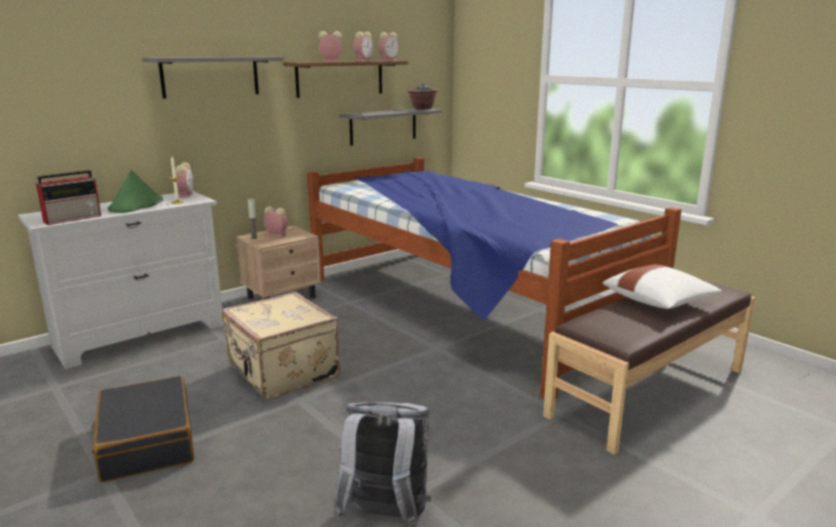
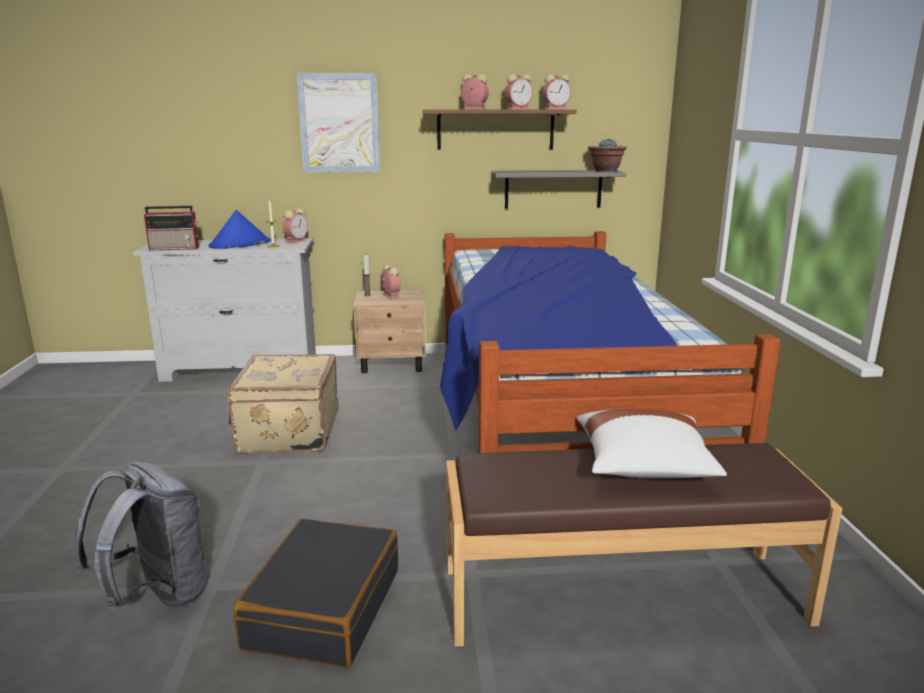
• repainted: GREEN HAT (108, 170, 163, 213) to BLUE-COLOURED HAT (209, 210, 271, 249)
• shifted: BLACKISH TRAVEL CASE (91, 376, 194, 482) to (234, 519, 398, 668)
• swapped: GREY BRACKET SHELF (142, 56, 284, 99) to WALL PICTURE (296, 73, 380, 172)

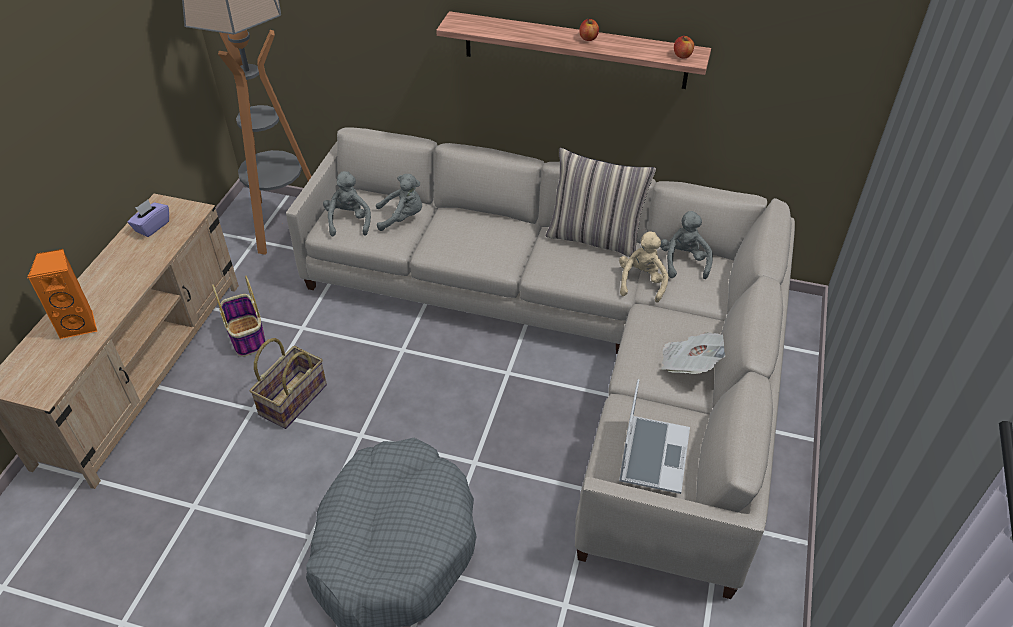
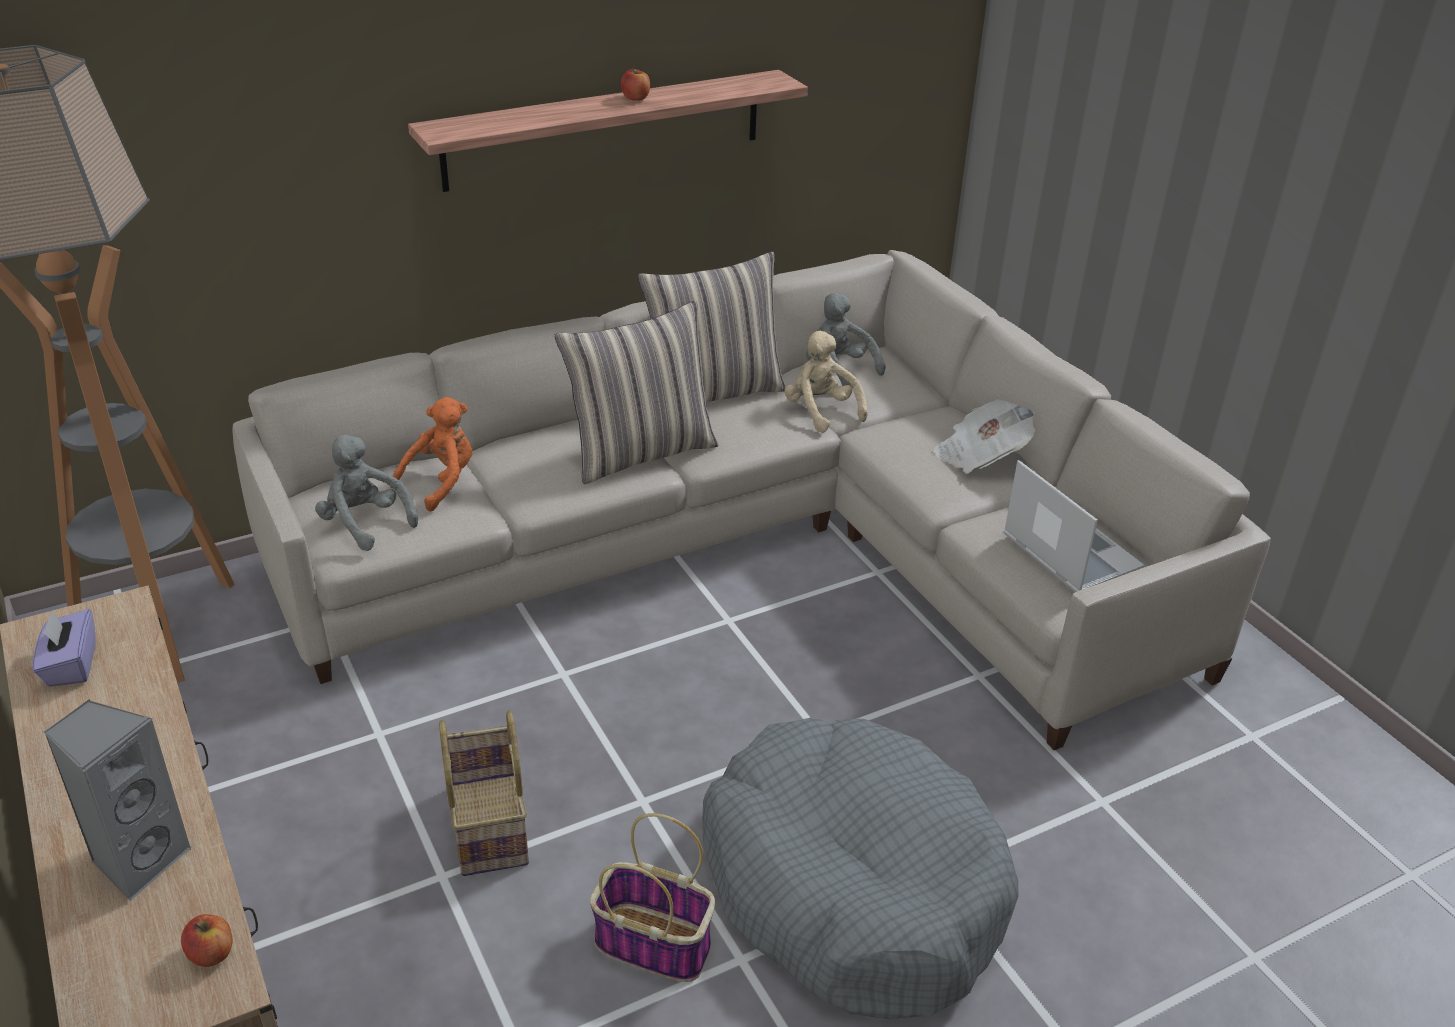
• repainted: ORANGEY LOUDSPEAKER (28, 249, 97, 339) to GREY LOUDSPEAKER (43, 699, 192, 901)
• shifted: APPLE FRUIT (674, 36, 694, 58) to (181, 914, 232, 967)
• repainted: GREY PLUSH TOY (376, 174, 422, 231) to ORANGEY PLUSH TOY (390, 397, 473, 511)
• new: THROW PILLOW (555, 301, 718, 484)
• shifted: HOUSEHOLD BASKET (212, 276, 266, 357) to (590, 813, 715, 982)

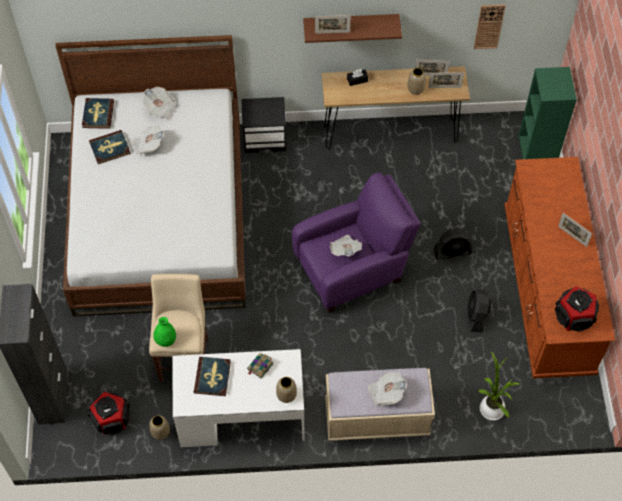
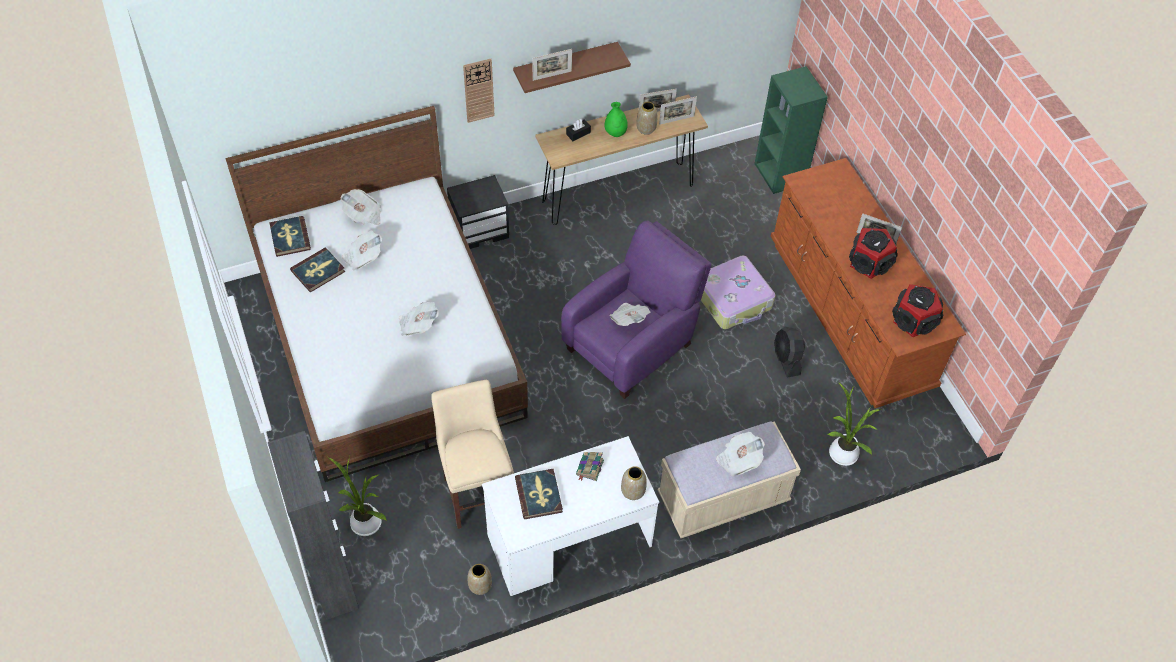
• new: HOUSEPLANT (328, 456, 387, 536)
• new: NEWSPAPER (399, 302, 439, 336)
• shifted: CLOCK ON THE WALL (474, 4, 506, 49) to (463, 59, 495, 123)
• shifted: GREEN FLOWER VASE (153, 317, 176, 347) to (604, 102, 628, 137)
• swapped: BLACKISH FAN (433, 228, 472, 260) to TRAVEL CASE (701, 256, 775, 329)
• shifted: LOUDSPEAKER (88, 392, 130, 435) to (849, 228, 898, 279)

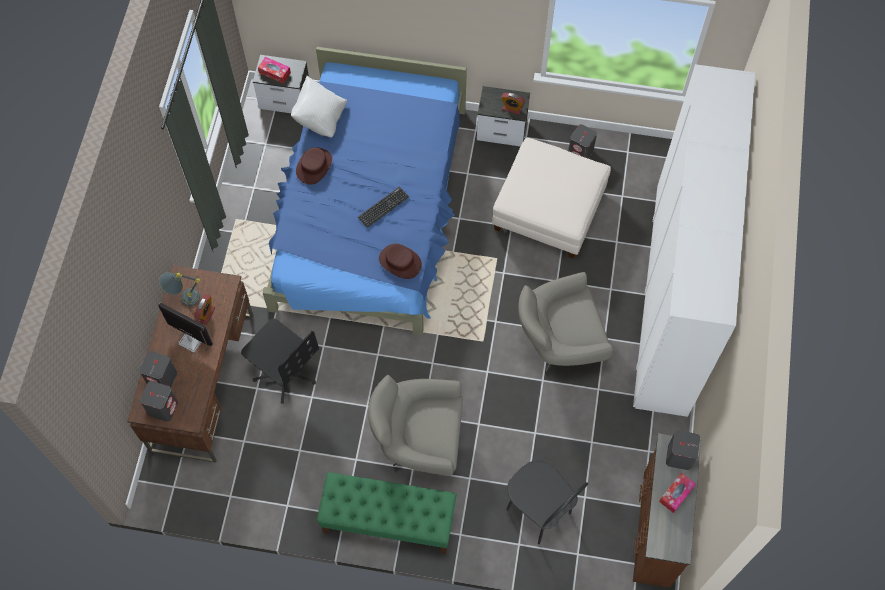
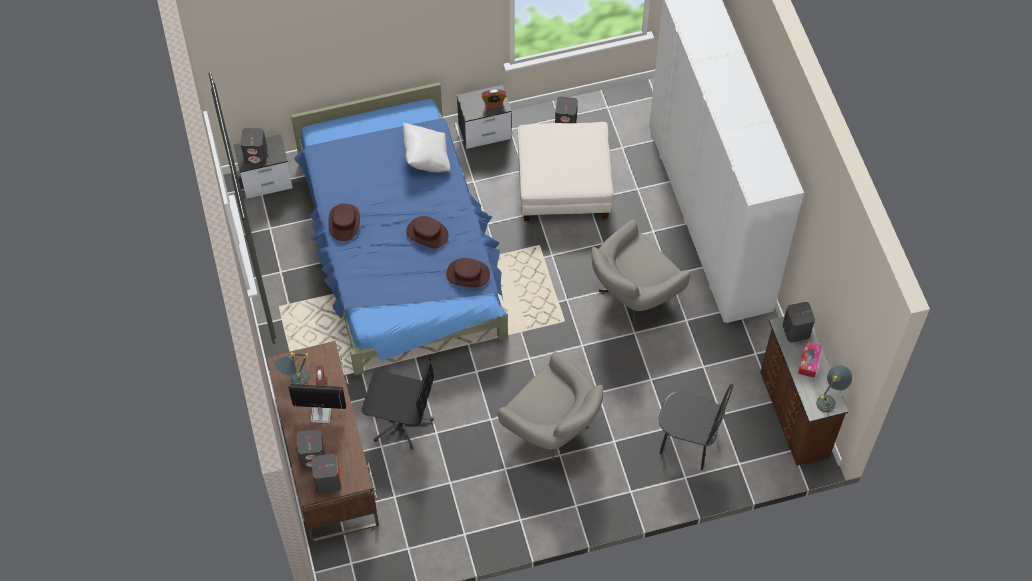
• swapped: BOX OF TISSUES (258, 57, 291, 84) to GREY LOUDSPEAKER (240, 128, 268, 165)
• shifted: WHITE THROW PILLOW (291, 76, 347, 137) to (403, 123, 450, 172)
• swapped: PC KEYBOARD (358, 187, 409, 228) to BROWN HAT (406, 216, 449, 248)
• rotated: GREY ARMCHAIR (368, 375, 463, 476) = (498, 352, 603, 462) 120 degrees counterclockwise
• new: GREY TABLE LAMP (816, 365, 852, 412)
• gone: GREEN BENCH (317, 472, 456, 554)

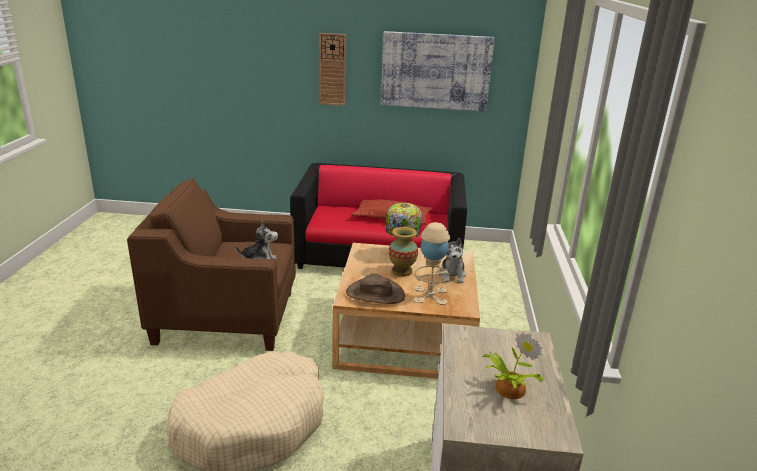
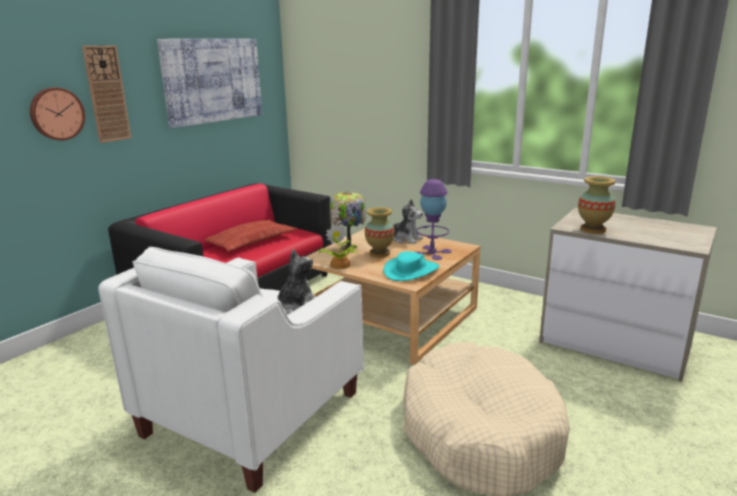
• new: CLOCK ON THE WALL (30, 87, 85, 140)
• repainted: BROWN ARMCHAIR (127, 179, 296, 351) to WHITE ARMCHAIR (98, 247, 364, 493)
• shifted: HOUSEPLANT (482, 332, 544, 399) to (318, 224, 358, 269)
• repainted: BROWN HAT (346, 273, 405, 304) to TURQUOISE-COLOURED HAT (384, 251, 439, 281)
• repainted: BEIGE TABLE LAMP (414, 222, 450, 305) to PURPLE-COLOURED TABLE LAMP (416, 179, 452, 260)
• new: FLOWER VASE (578, 176, 615, 234)

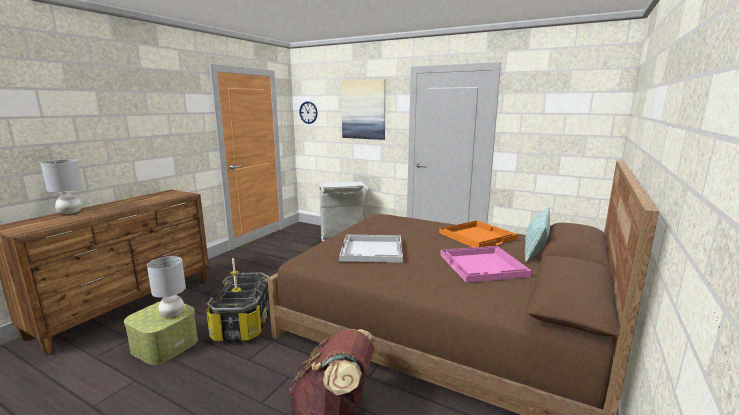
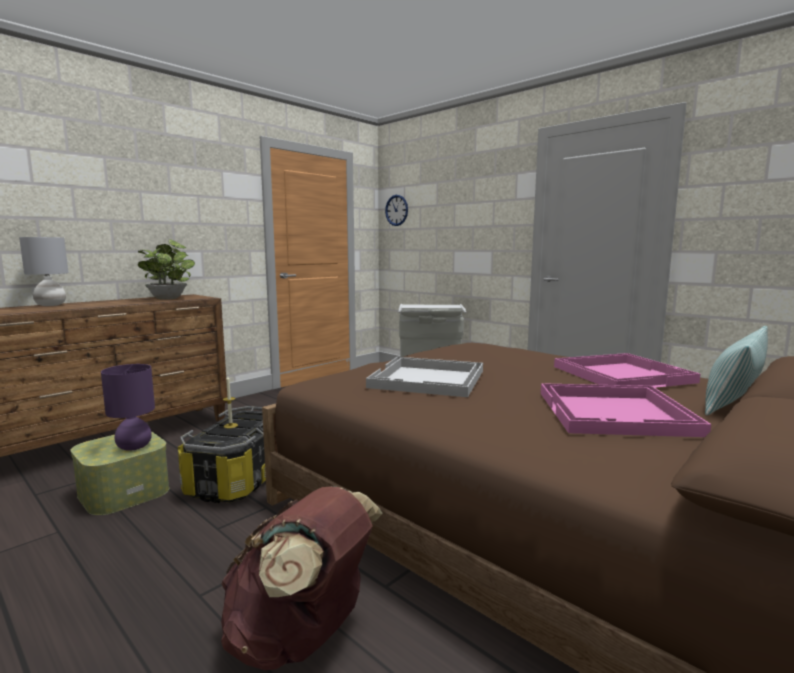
• repainted: GREY TABLE LAMP (147, 256, 186, 318) to PURPLE-COLOURED TABLE LAMP (101, 364, 155, 451)
• new: HOUSEPLANT (138, 240, 195, 300)
• repainted: ORANGEY TRAY (439, 220, 518, 247) to PINK TRAY (554, 353, 700, 388)
• gone: WALL PICTURE (341, 79, 386, 140)

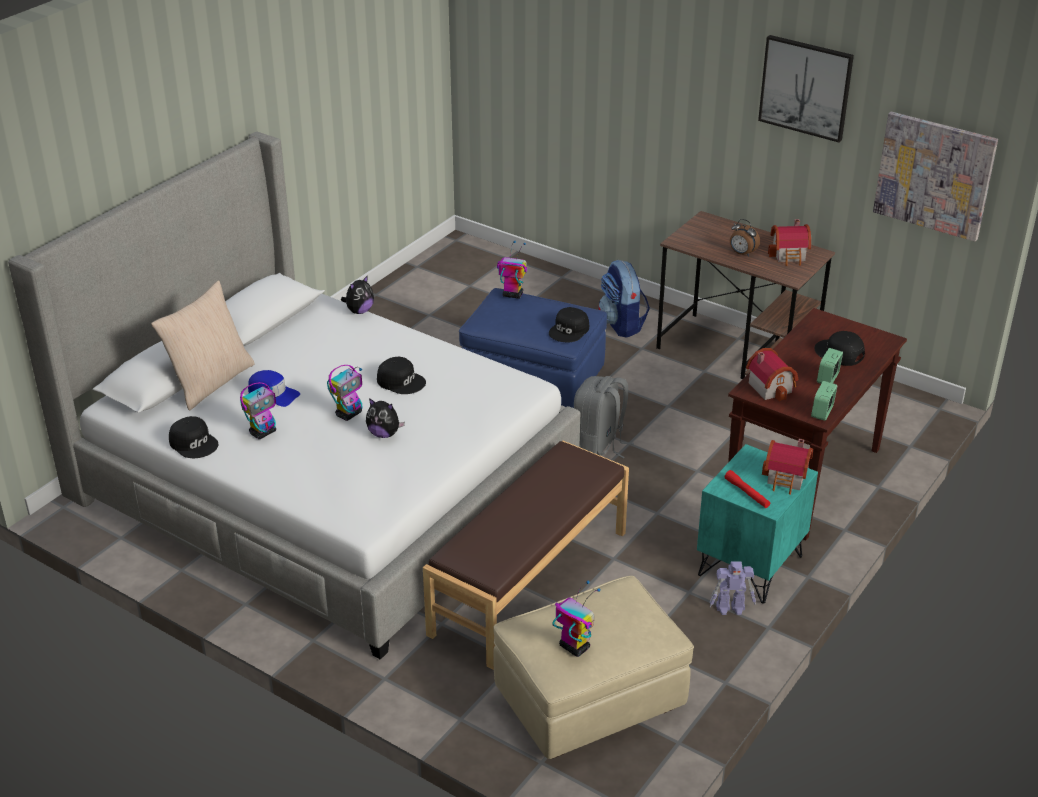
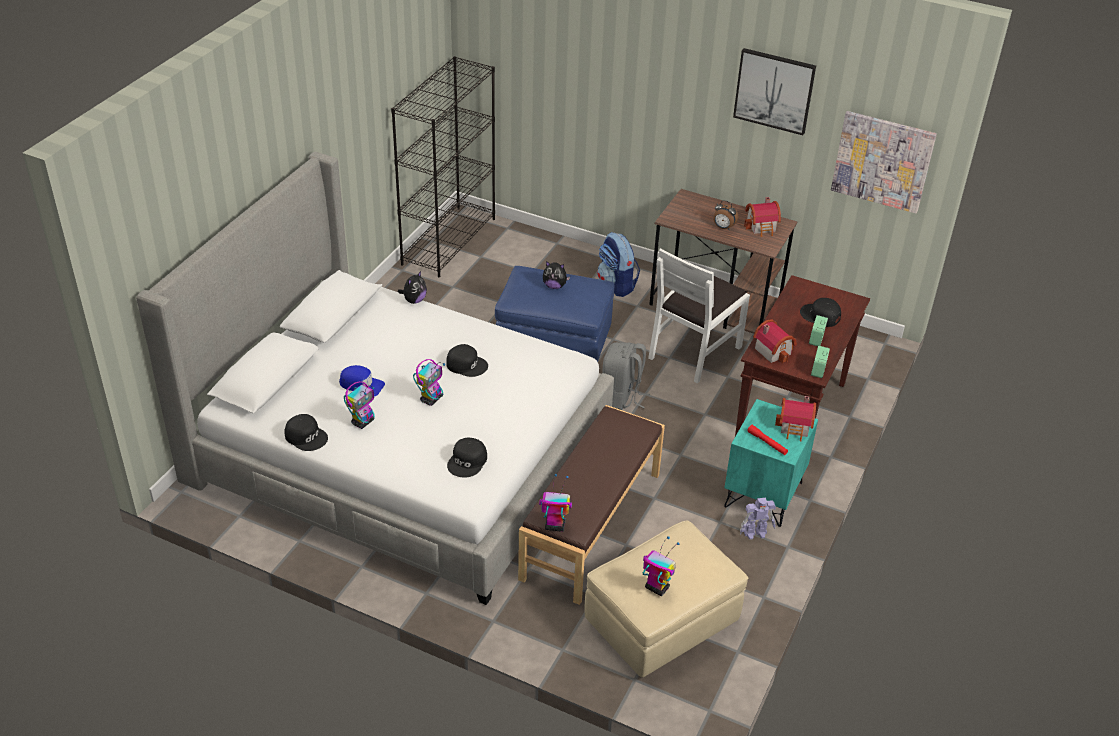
• new: BLACKISH BOOKSHELF (391, 56, 495, 277)
• shifted: BLACKISH CAP (549, 307, 589, 342) to (447, 438, 487, 477)
• shifted: ROBOT FIGURE (497, 241, 527, 299) to (539, 474, 572, 532)
• shifted: PLUSH TOY (366, 398, 405, 438) to (543, 261, 570, 289)
• new: WHITE UPRIGHT CHAIR (648, 248, 750, 383)
• gone: BEIGE THROW PILLOW (151, 280, 255, 410)

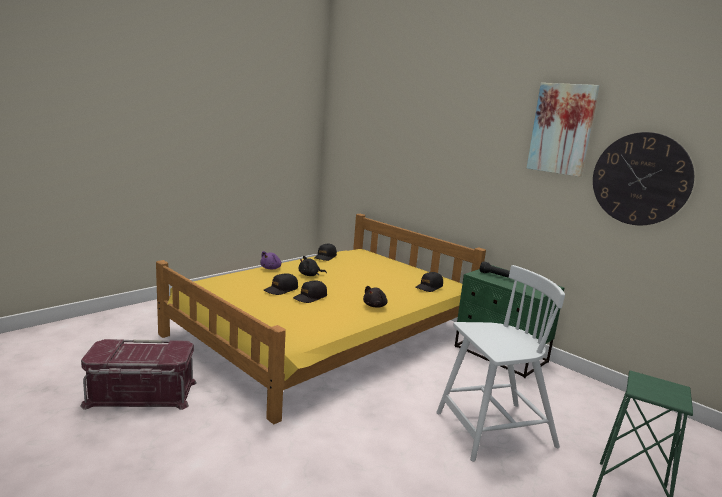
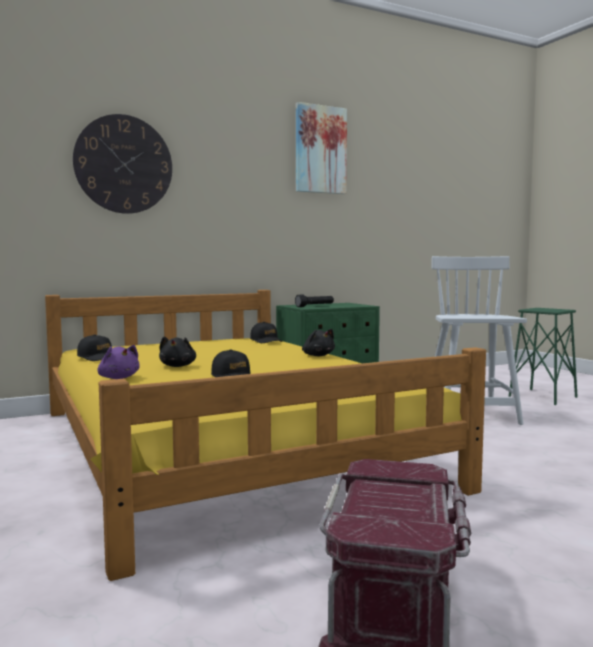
• shifted: CLOCK ON THE WALL (593, 132, 694, 225) to (73, 114, 172, 214)
• gone: BLACKISH CAP (293, 281, 327, 303)

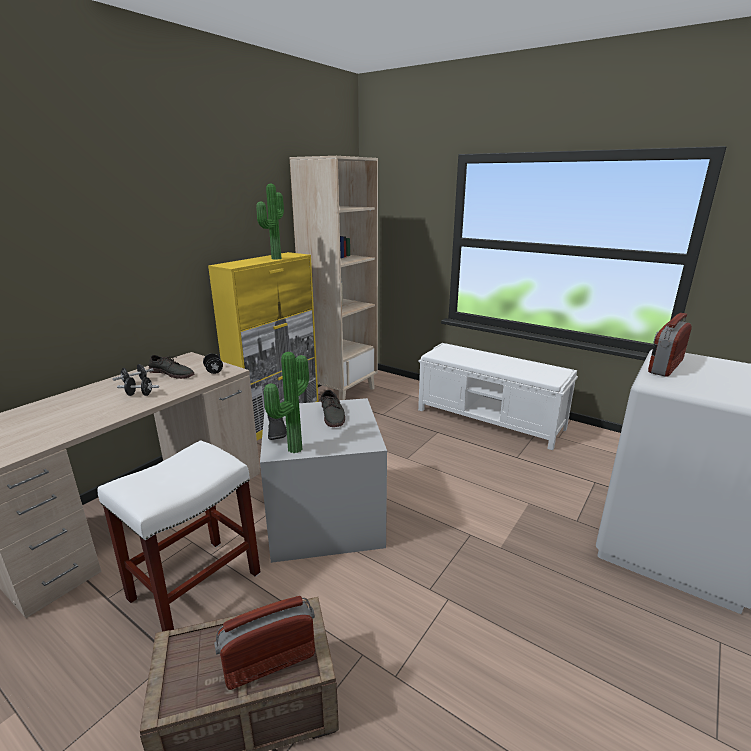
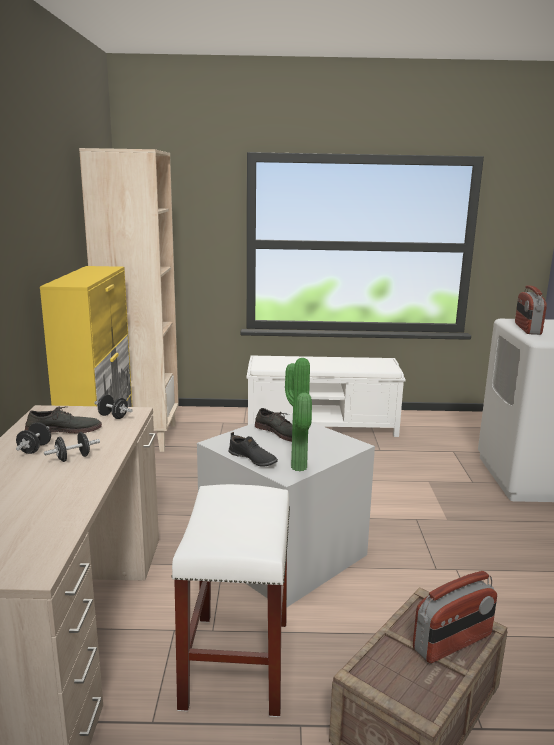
• rotated: RADIO SET (214, 596, 315, 690) = (413, 571, 497, 663) 150 degrees counterclockwise
• gone: HOUSEPLANT (256, 183, 284, 260)

